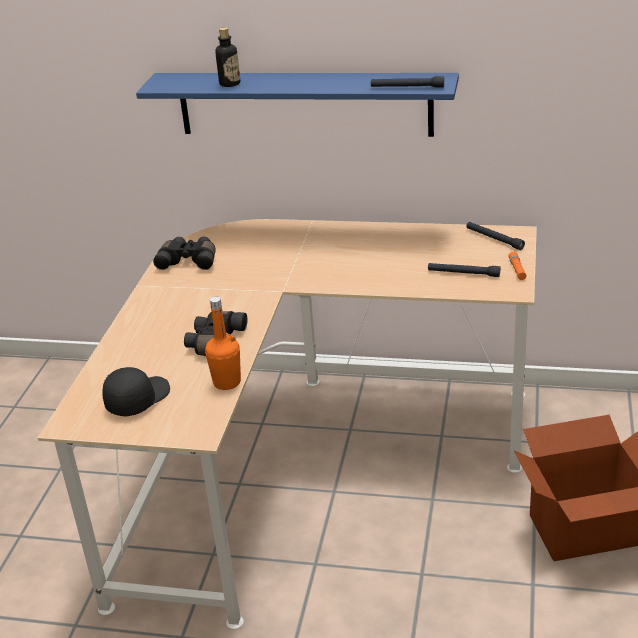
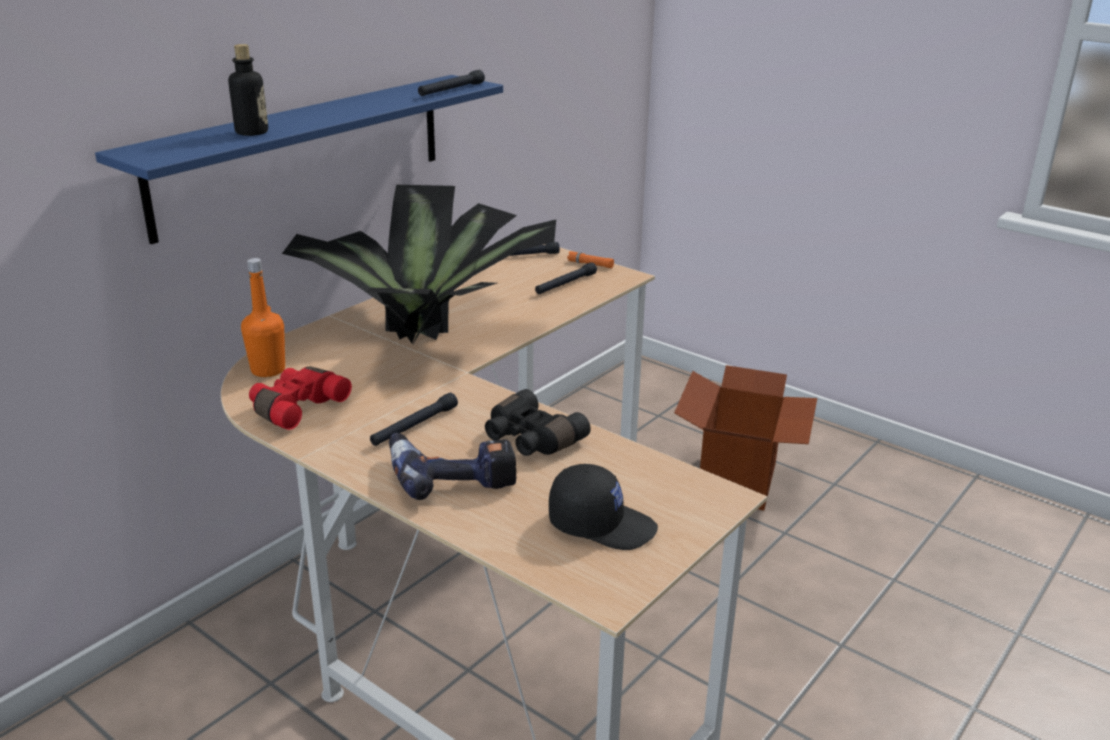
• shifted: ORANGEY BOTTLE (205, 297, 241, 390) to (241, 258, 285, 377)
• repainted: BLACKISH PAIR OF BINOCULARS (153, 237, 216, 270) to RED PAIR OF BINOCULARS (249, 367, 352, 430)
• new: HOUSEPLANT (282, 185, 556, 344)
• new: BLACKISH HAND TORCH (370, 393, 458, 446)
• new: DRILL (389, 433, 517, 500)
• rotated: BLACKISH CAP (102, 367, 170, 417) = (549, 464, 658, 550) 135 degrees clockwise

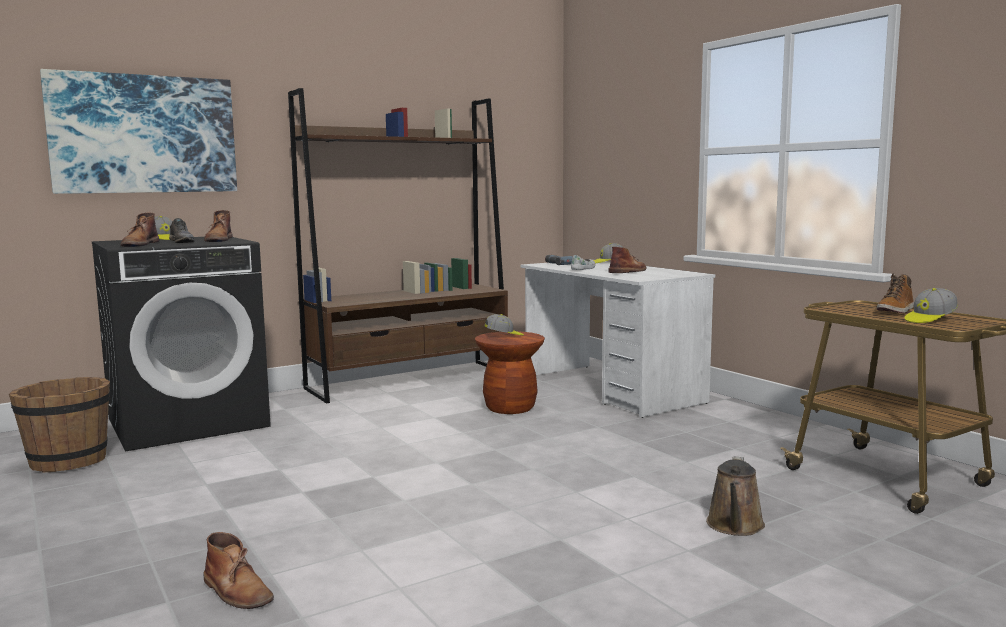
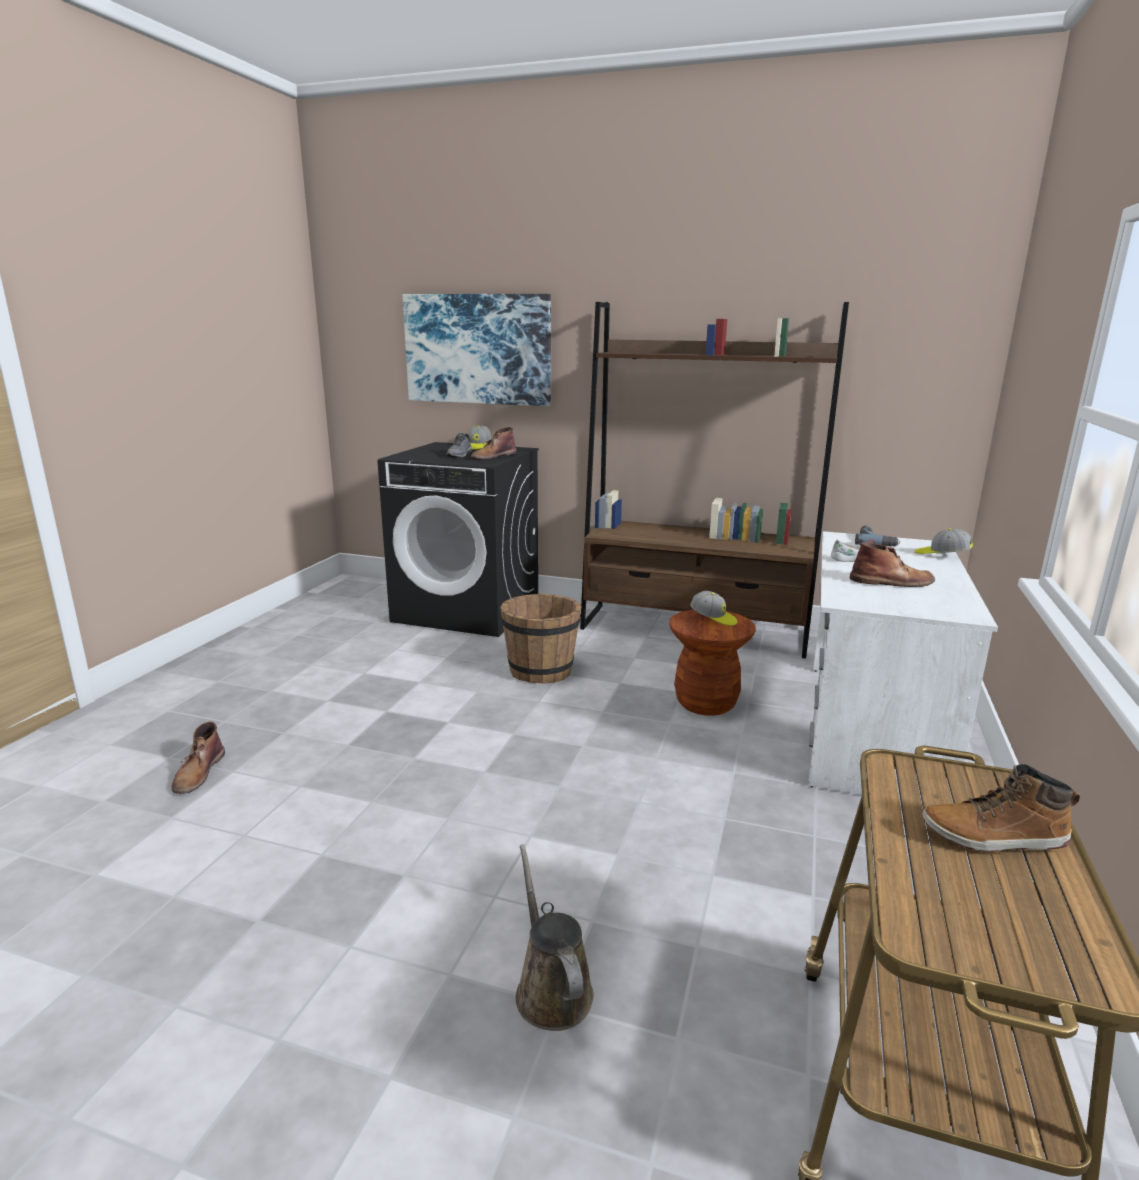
• shifted: BROWN WATER BUCKET (9, 377, 110, 473) to (500, 593, 582, 684)
• rotated: BROWN SPRINKLING CAN (706, 457, 765, 536) = (516, 844, 594, 1031) 90 degrees clockwise
• gone: BROWN BOOT (120, 212, 160, 247)
• gone: CAP (904, 288, 958, 323)

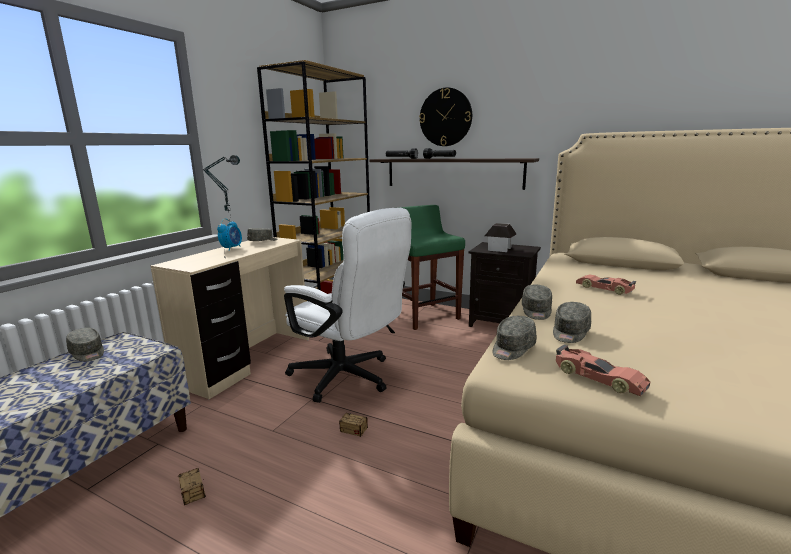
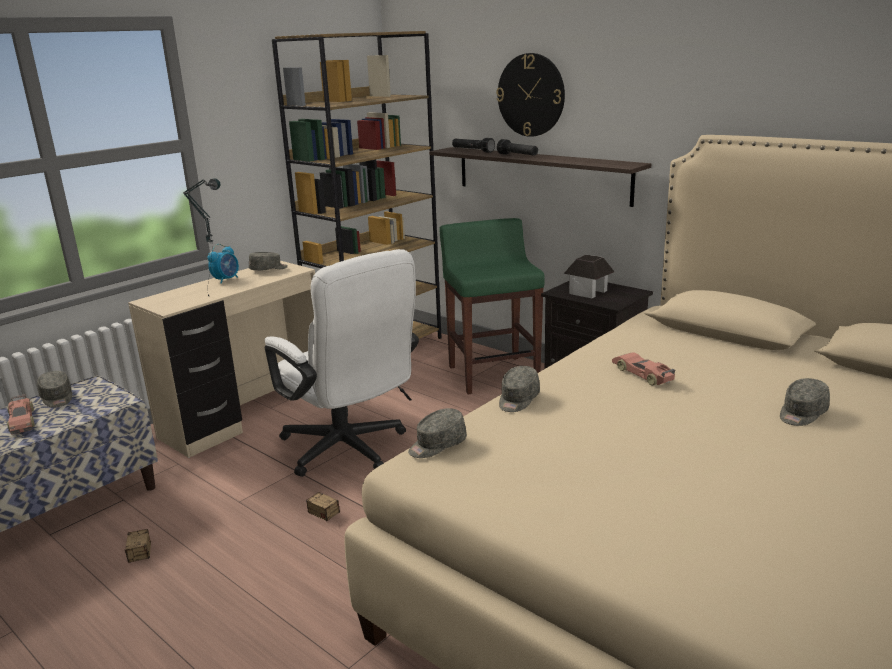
• shifted: TOY CAR (556, 345, 650, 396) to (7, 394, 35, 435)
• shifted: GREY CAP (553, 302, 591, 343) to (780, 378, 830, 426)

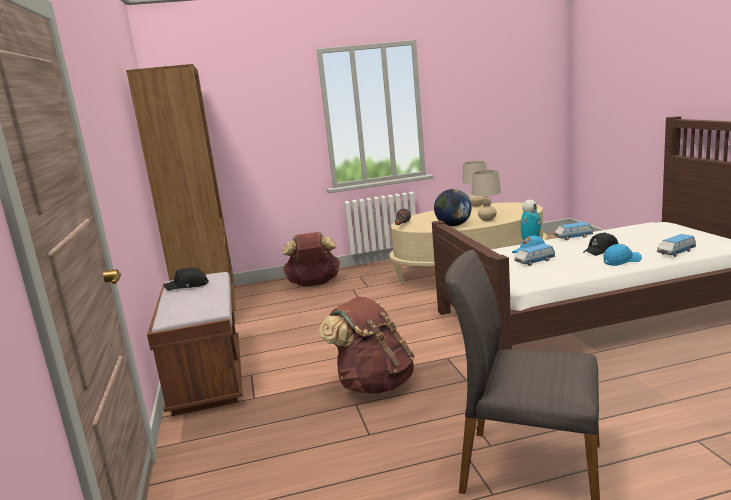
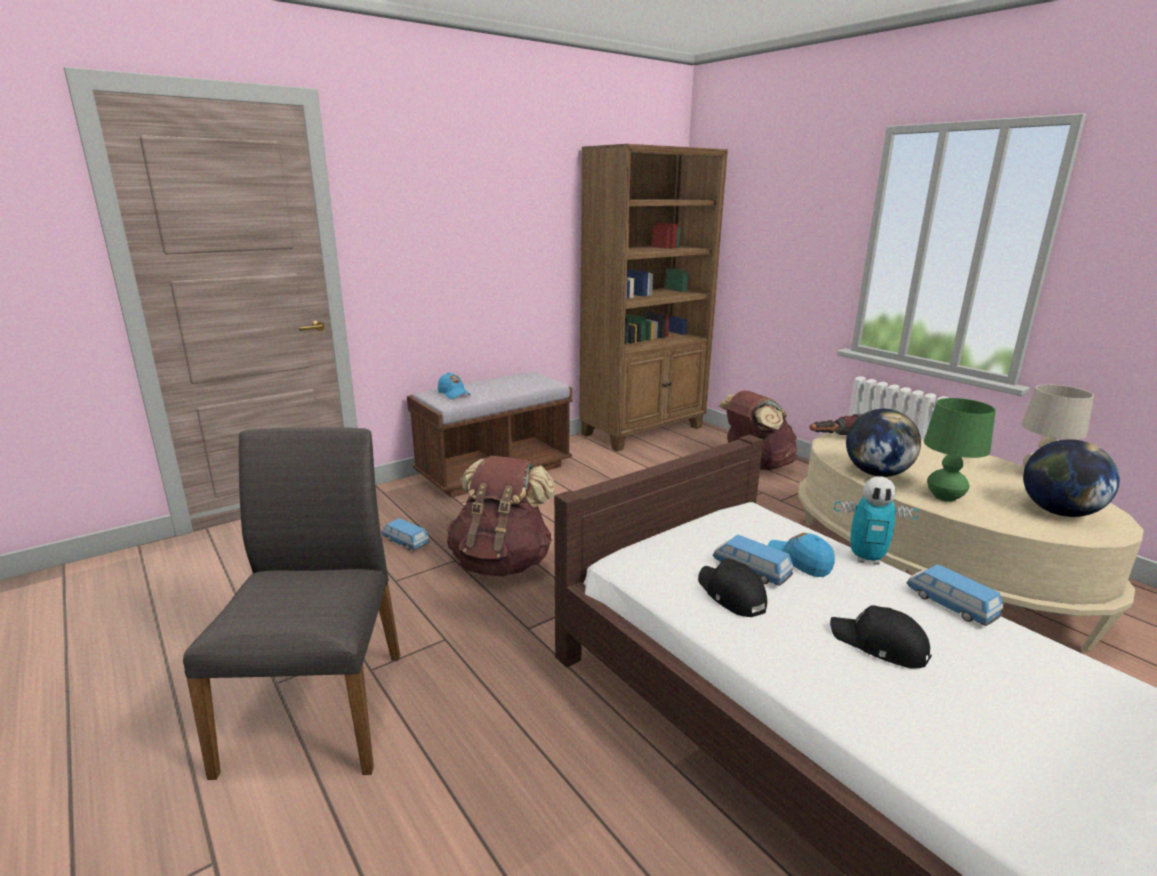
• shifted: TOY CAR (657, 234, 696, 257) to (381, 518, 430, 550)
• shifted: BLUE-COLOURED CAP (603, 244, 642, 266) to (438, 372, 470, 399)
• shifted: BLACKISH CAP (164, 267, 209, 290) to (698, 558, 767, 617)
• repainted: BEIGE TABLE LAMP (472, 170, 501, 221) to GREEN TABLE LAMP (924, 398, 996, 502)
• new: WORLD GLOBE (1023, 439, 1120, 517)

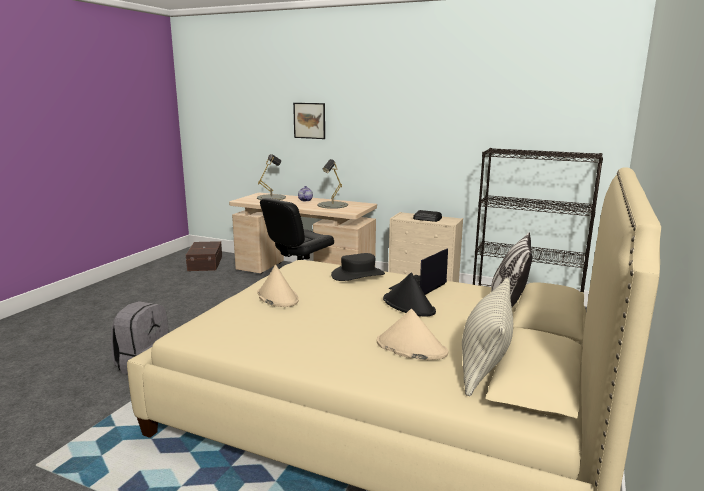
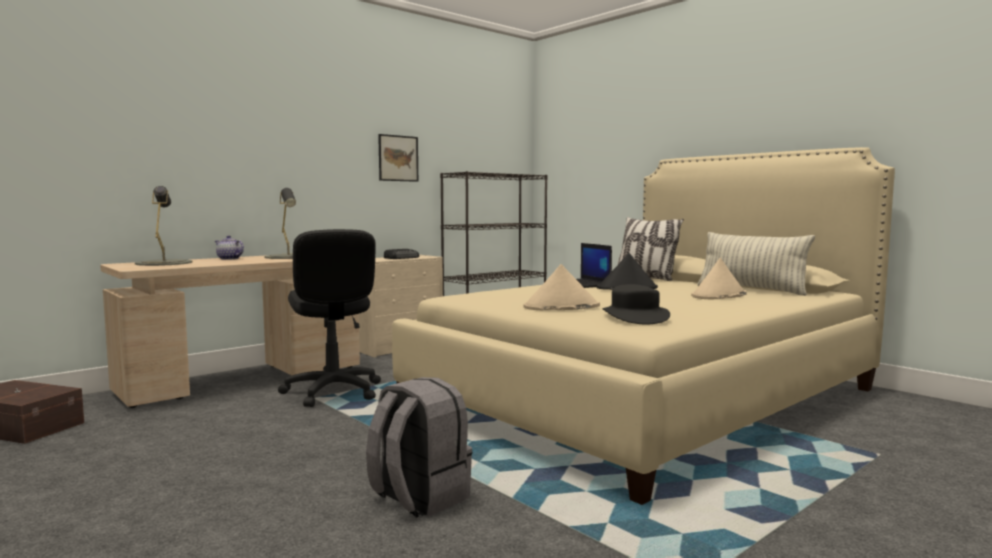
• shifted: WALL PICTURE (293, 103, 325, 139) to (378, 134, 418, 182)
• shifted: BLACKISH HAT (331, 253, 385, 281) to (602, 284, 670, 324)

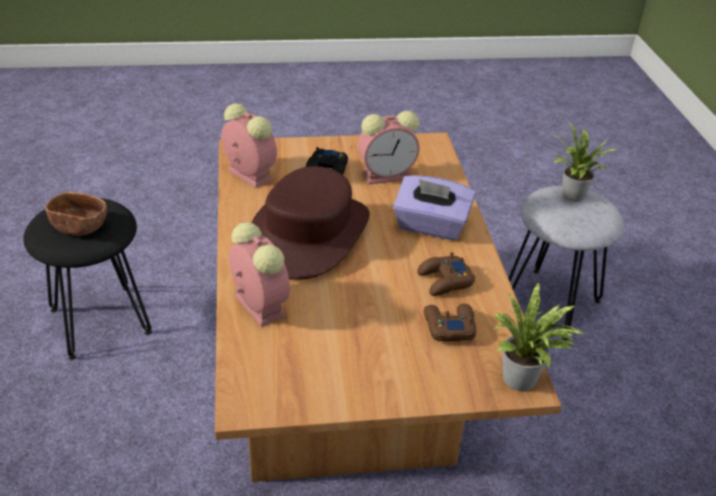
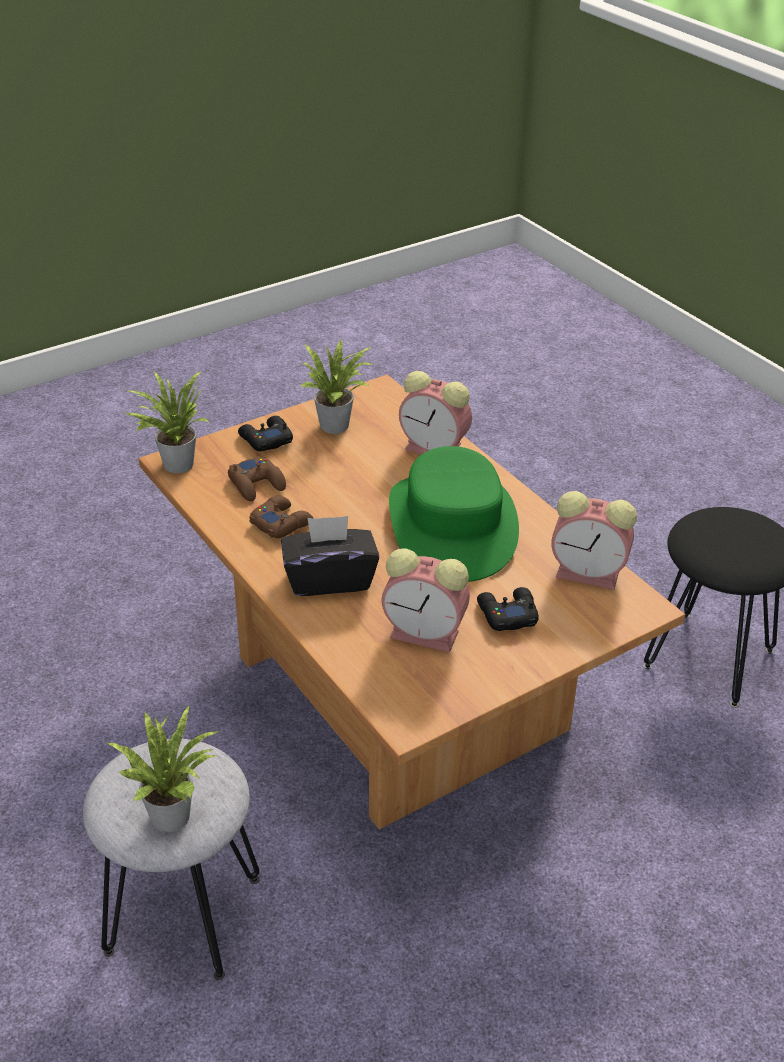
• new: BLACKISH GAMEPAD (238, 416, 293, 451)
• repainted: PURPLE-COLOURED BOX OF TISSUES (393, 175, 476, 240) to BLACKISH BOX OF TISSUES (281, 516, 379, 596)
• new: HOUSEPLANT (300, 339, 374, 434)
• rotated: BEDSIDE CLOCK (358, 111, 419, 185) = (381, 548, 470, 652) 120 degrees counterclockwise
• repainted: BROWN HAT (251, 166, 370, 280) to GREEN HAT (389, 446, 519, 582)
• gone: BROWN SERVING BOWL (45, 192, 107, 236)

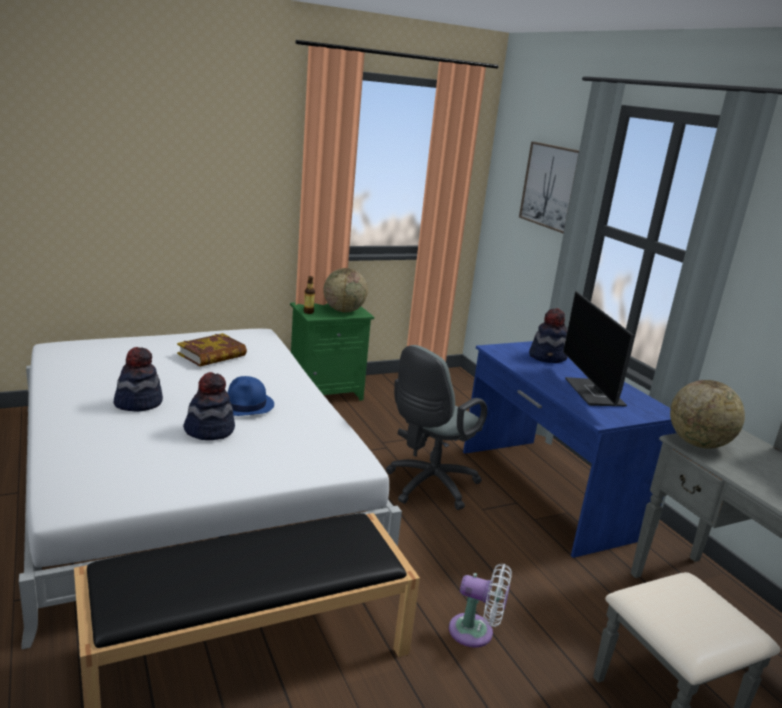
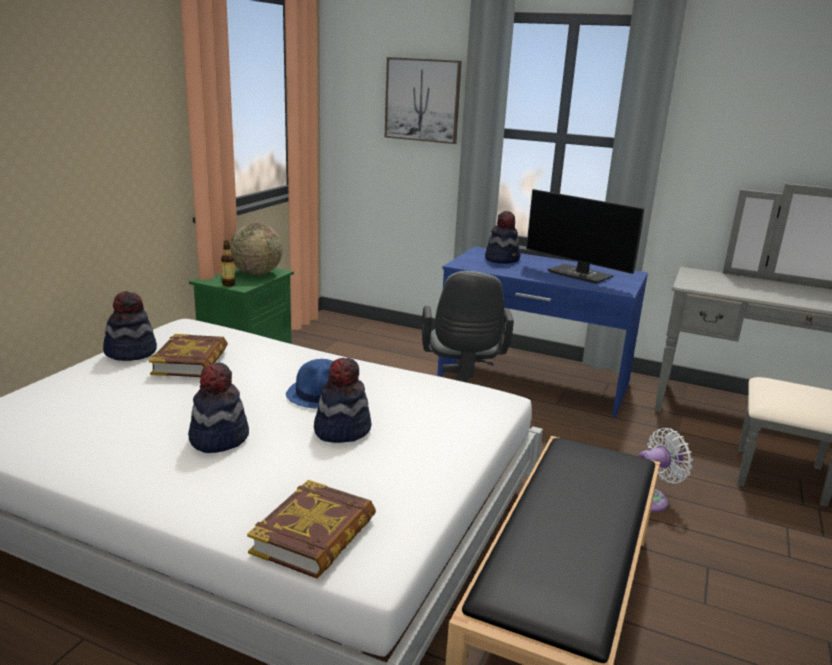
• new: HAT (103, 291, 157, 361)
• new: BOUND BOOK (247, 480, 376, 579)
• gone: WORLD GLOBE (670, 380, 745, 448)

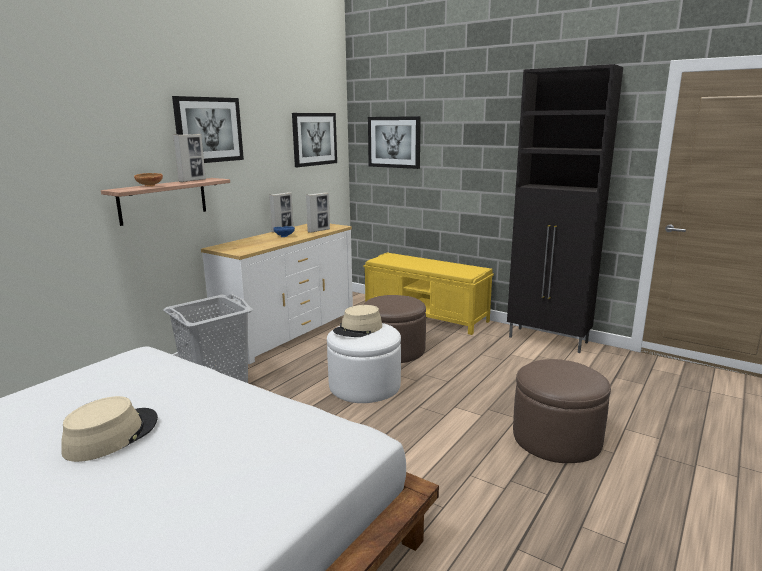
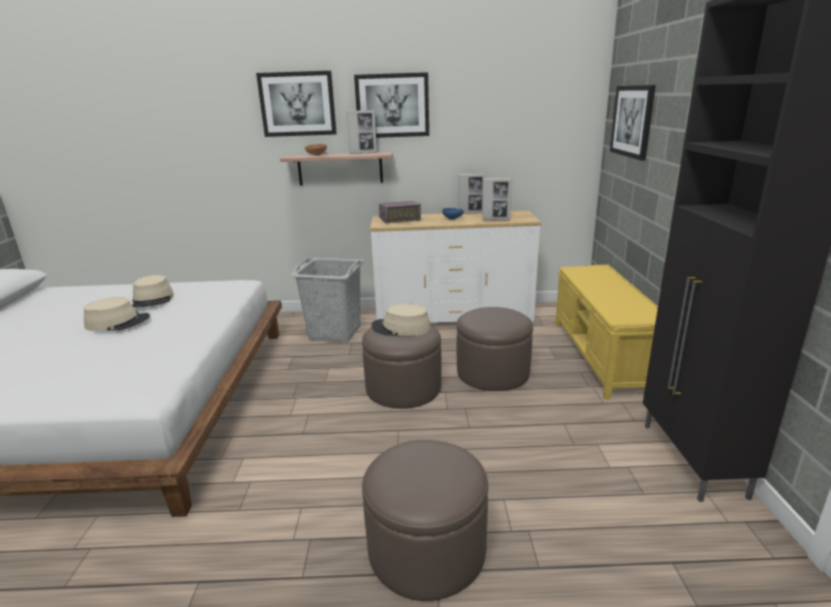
• new: BEIGE HAT (132, 275, 174, 307)
• shifted: WALL PICTURE (292, 113, 337, 167) to (256, 71, 337, 137)
• repainted: WHITE POUFFE (327, 323, 401, 403) to BROWN POUFFE (362, 325, 442, 409)
• new: RADIO SET (379, 201, 421, 223)

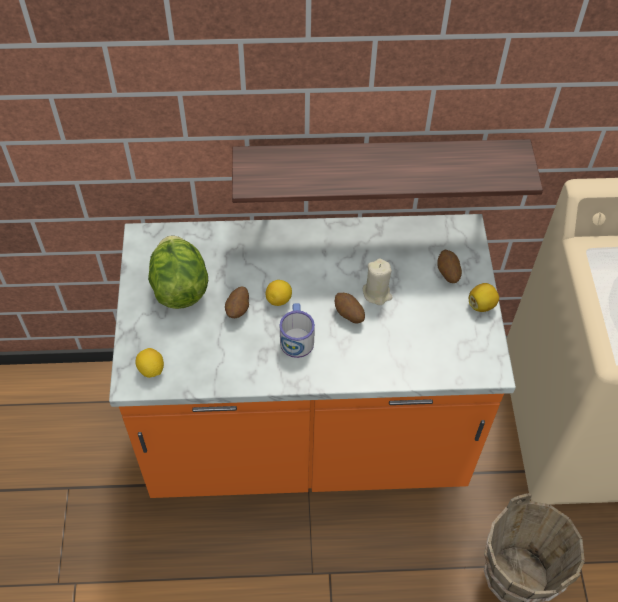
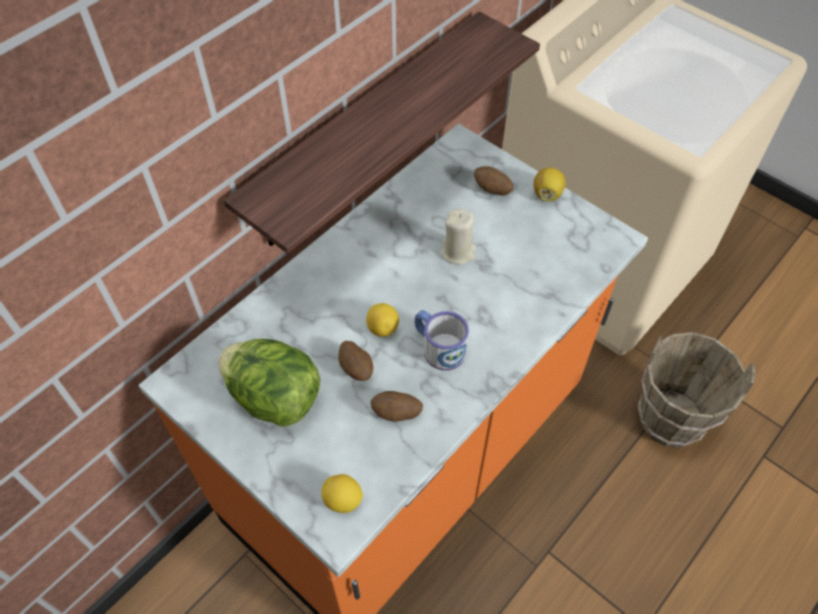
• shifted: POTATO (335, 293, 365, 324) to (370, 391, 423, 422)

